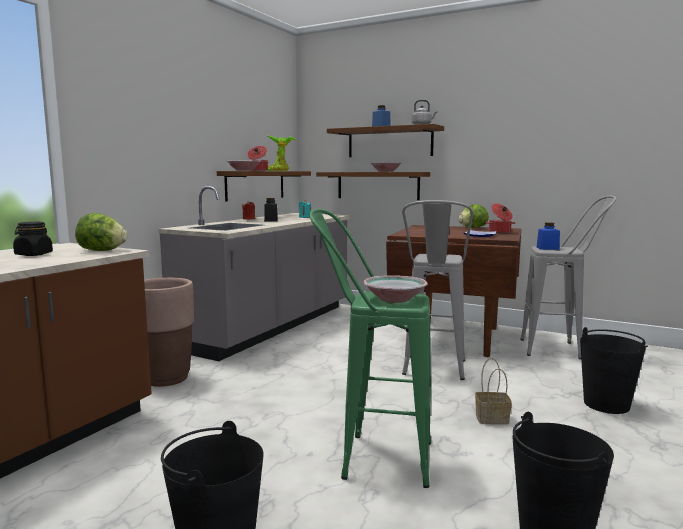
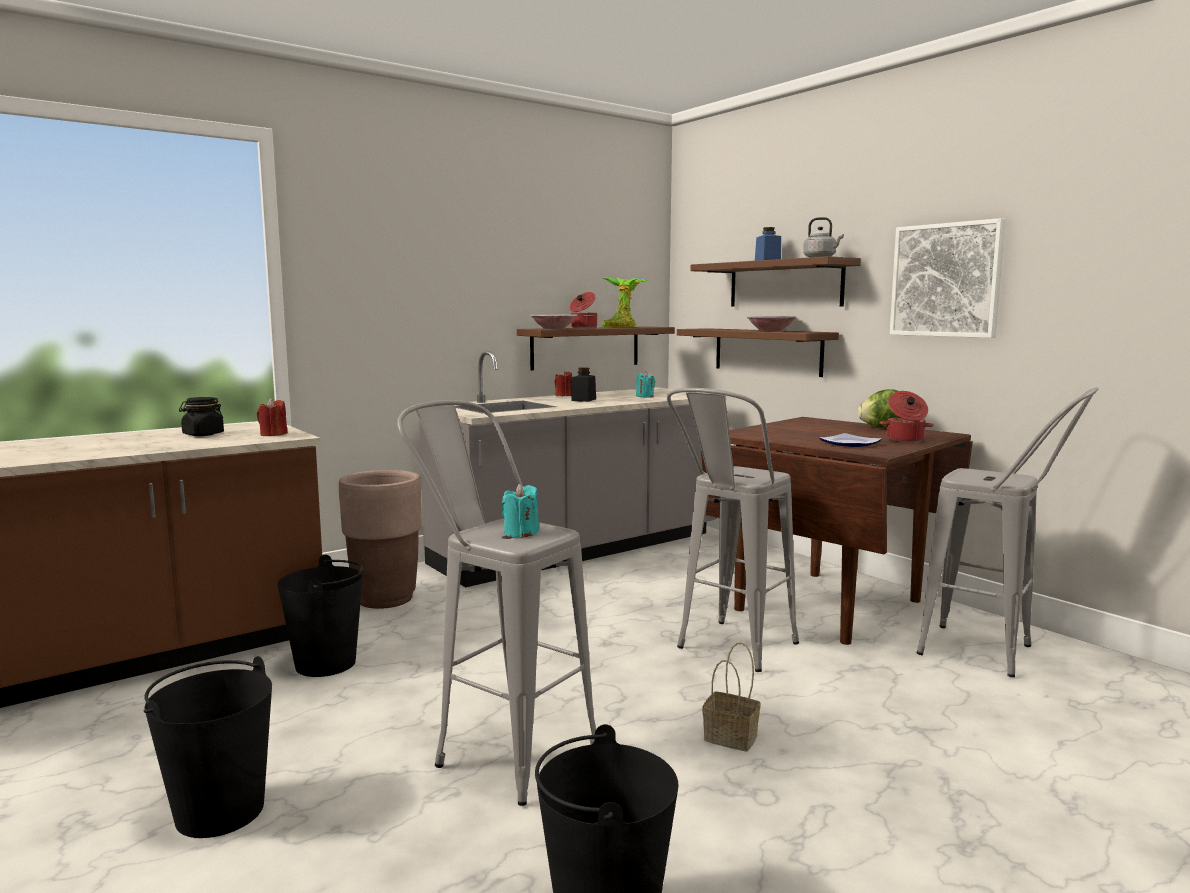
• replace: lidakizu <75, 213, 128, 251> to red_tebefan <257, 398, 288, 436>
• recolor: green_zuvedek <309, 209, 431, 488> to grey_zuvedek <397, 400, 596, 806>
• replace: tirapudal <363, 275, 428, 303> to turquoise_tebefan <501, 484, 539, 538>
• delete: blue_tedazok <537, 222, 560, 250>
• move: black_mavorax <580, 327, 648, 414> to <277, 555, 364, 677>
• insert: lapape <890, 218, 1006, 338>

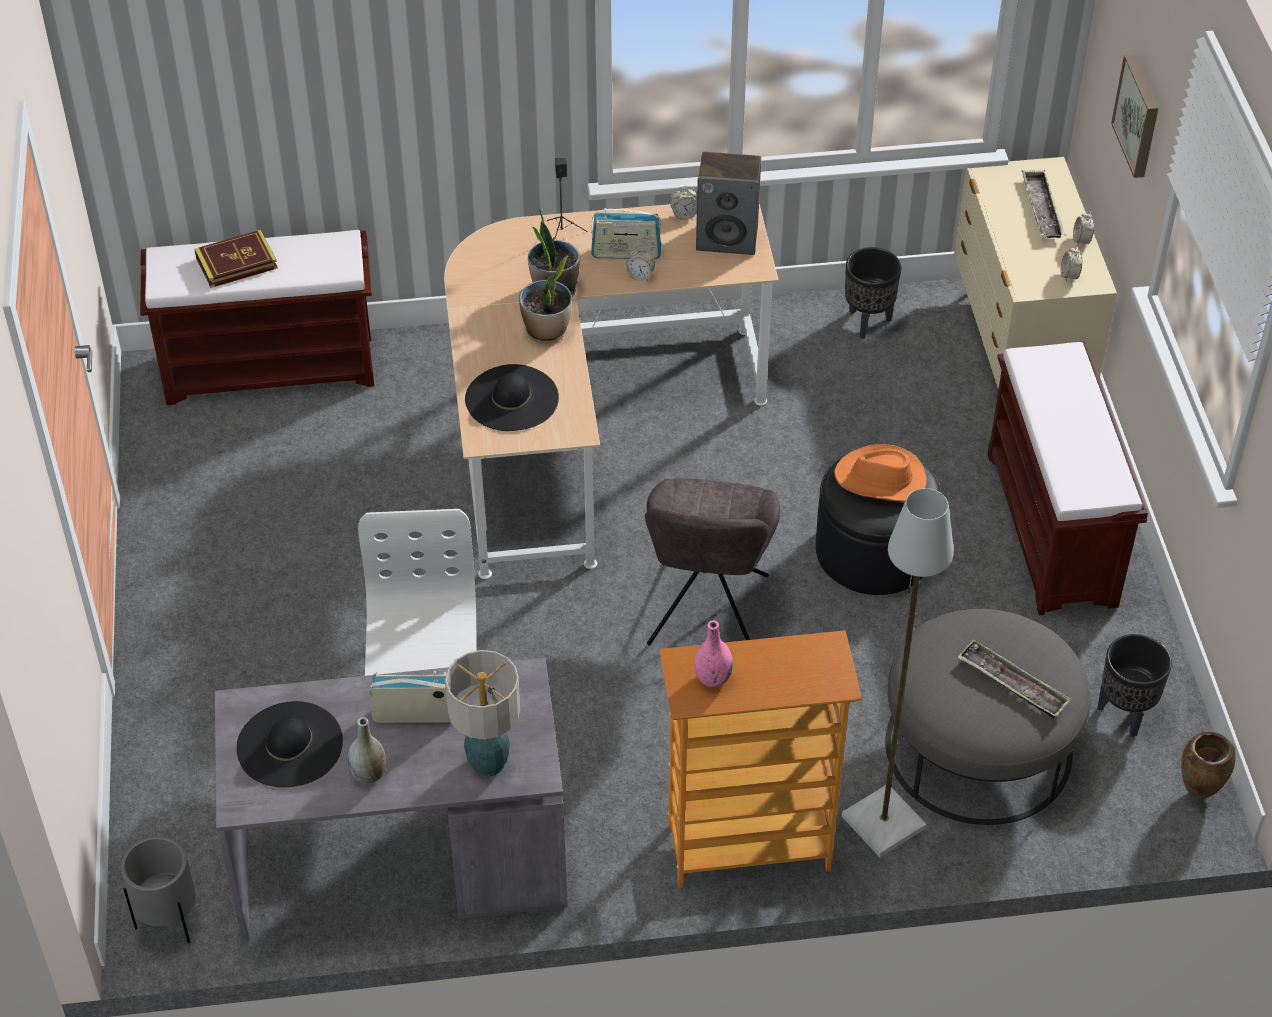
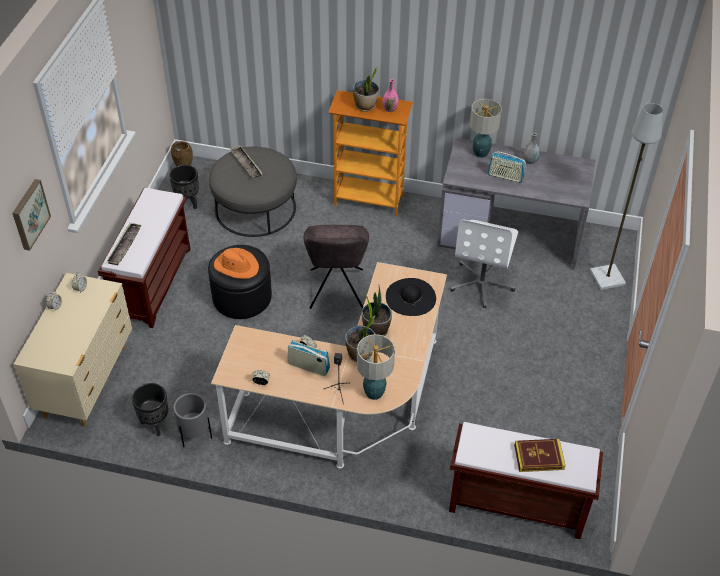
• move: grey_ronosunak <121, 836, 196, 944> to <173, 393, 212, 447>
• delete: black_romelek <237, 701, 343, 787>
• rotate: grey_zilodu <645, 478, 780, 645> = <304, 225, 369, 309> 150 degrees clockwise
• delete: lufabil <696, 152, 761, 255>
• move: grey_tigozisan <842, 488, 954, 857> to <590, 103, 663, 290>
• move: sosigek <1022, 170, 1065, 238> to <106, 223, 142, 265>
• insert: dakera <353, 67, 379, 112>
• insert: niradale <357, 334, 395, 400>

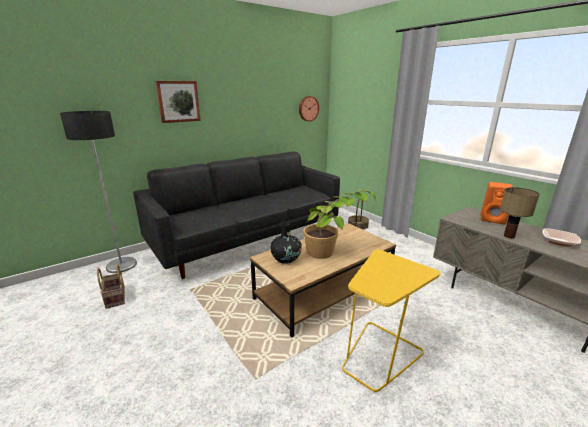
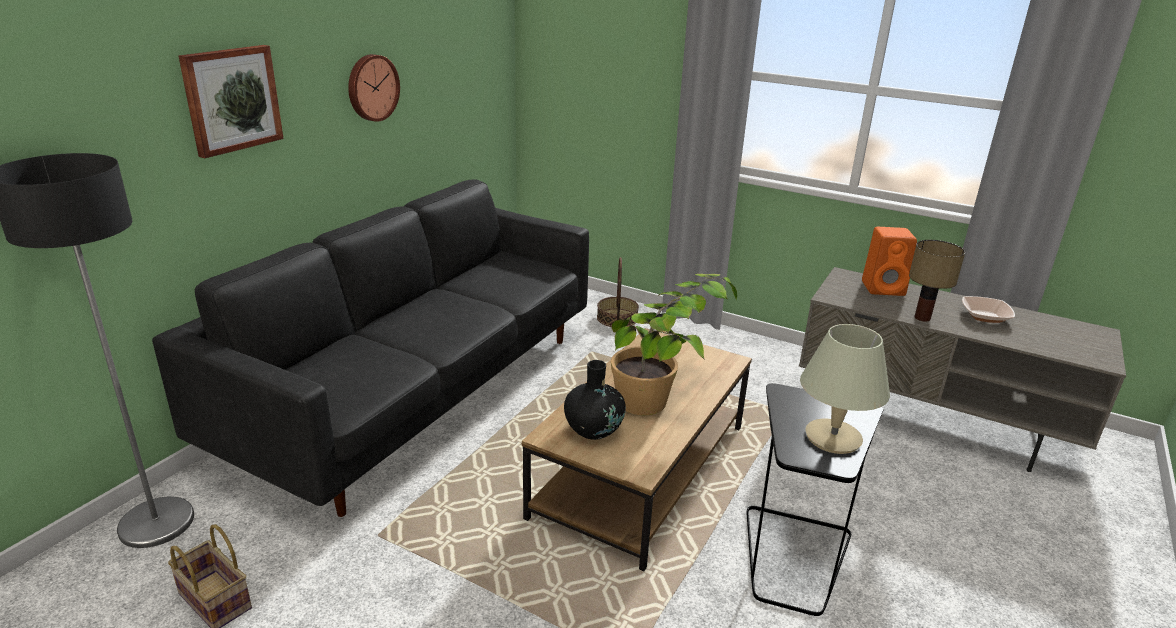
• move: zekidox <299, 96, 319, 121> to <348, 54, 400, 122>
• recolor: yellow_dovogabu <342, 249, 441, 392> to black_dovogabu <747, 383, 883, 616>
• insert: beige_niradale <800, 324, 890, 454>

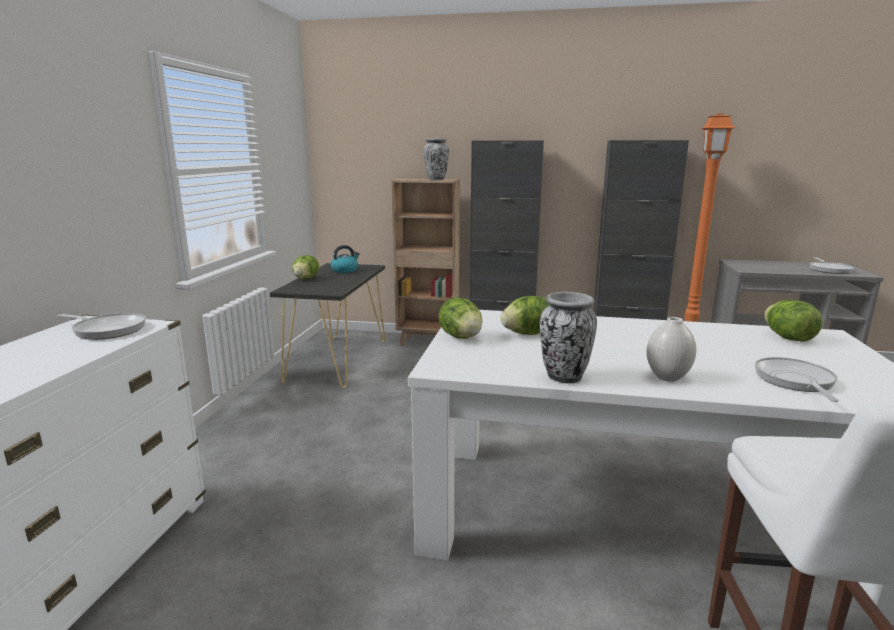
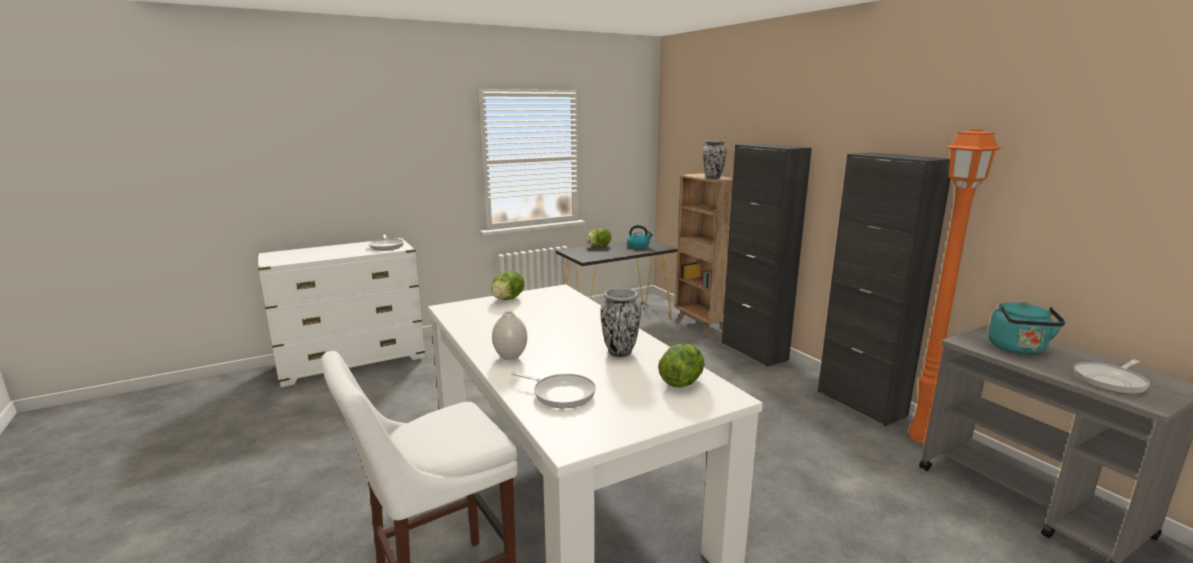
• delete: lidakizu <500, 296, 549, 335>
• move: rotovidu <540, 292, 597, 384> to <600, 288, 641, 357>
• rotate: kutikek <755, 357, 839, 402> = <511, 372, 596, 408> 60 degrees clockwise
• insert: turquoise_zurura <988, 302, 1066, 355>

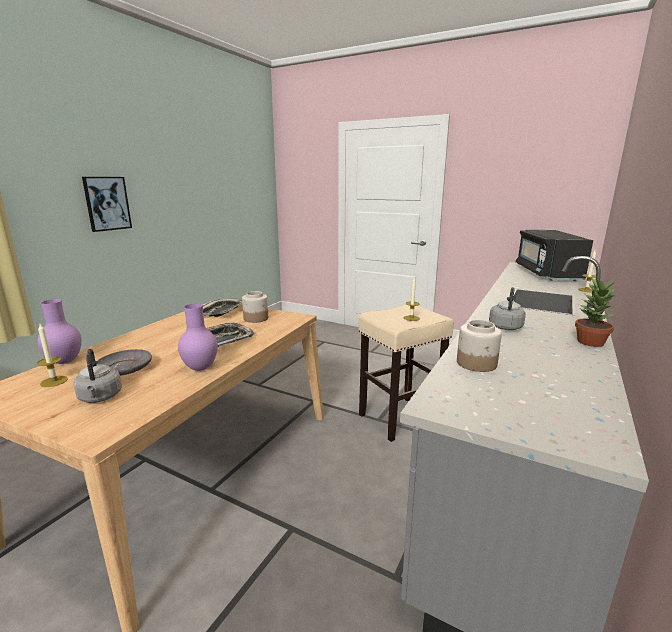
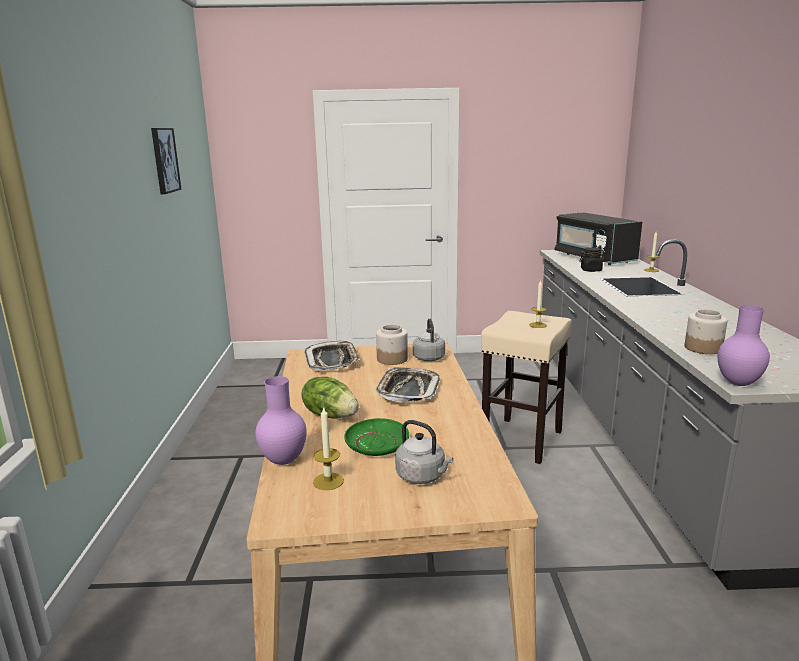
• move: lapape <82, 177, 132, 232> to <151, 128, 182, 194>
• recolor: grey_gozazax <97, 349, 152, 376> to green_gozazax <344, 418, 409, 456>
• move: purple_rotovidu <178, 303, 218, 371> to <718, 305, 770, 386>
• move: grey_zurura <489, 287, 526, 330> to <413, 319, 445, 361>
• delete: dakera <575, 278, 617, 347>
• insert: lidakizu <301, 377, 359, 419>
• insert: black_tedazok <579, 248, 606, 272>

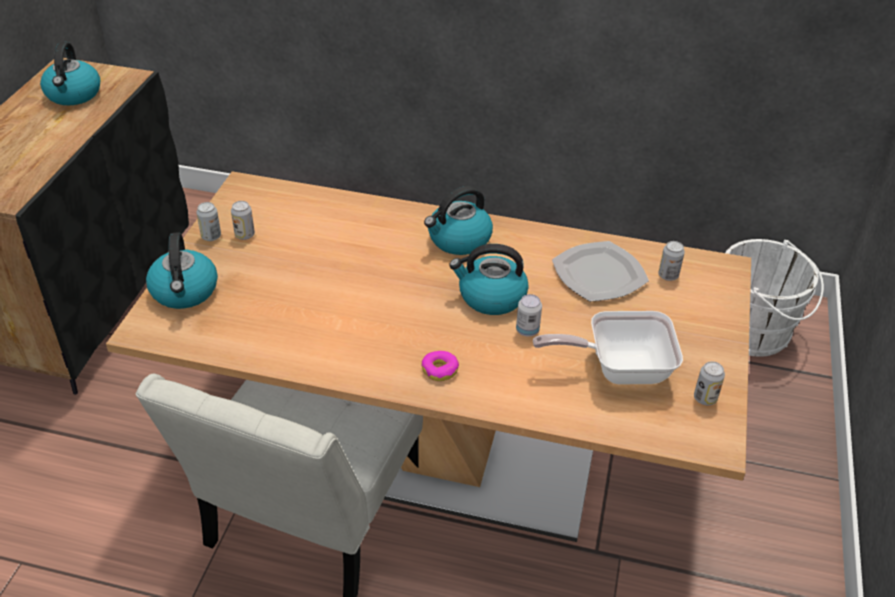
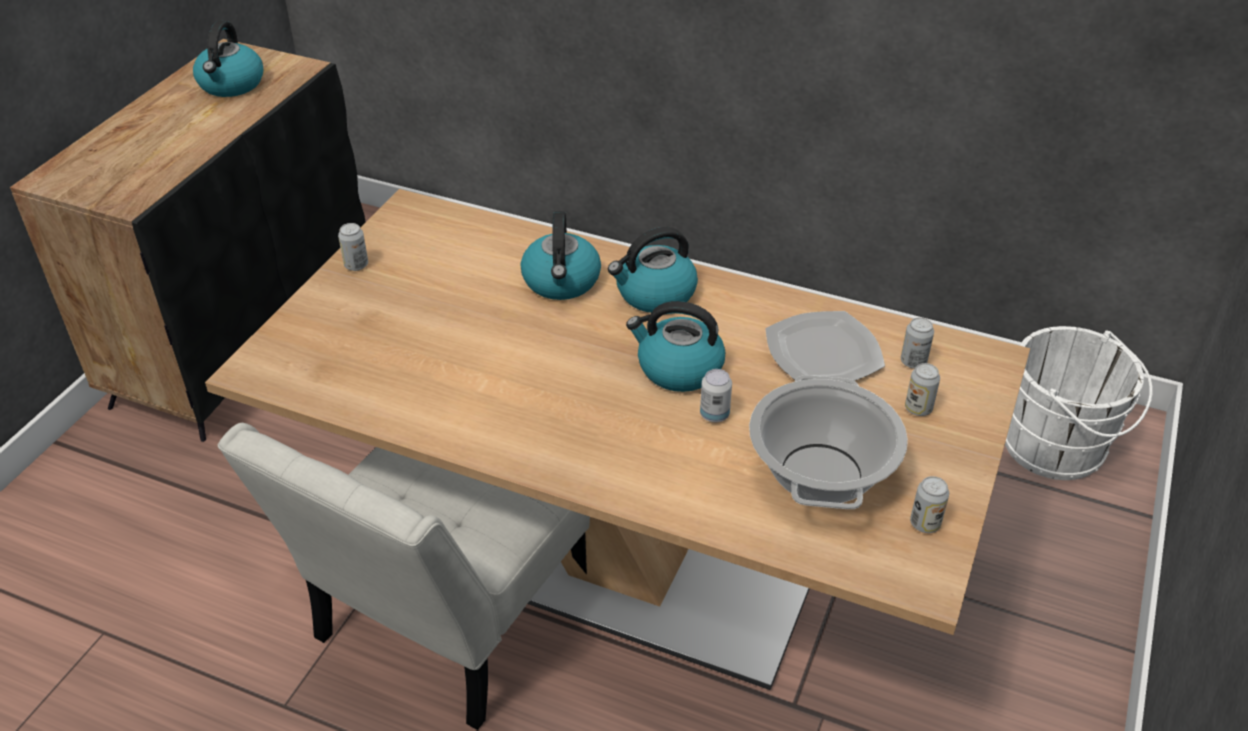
• move: zurura <146, 232, 218, 309> to <521, 211, 601, 300>
• move: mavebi <231, 201, 255, 240> to <905, 363, 940, 416>
• delete: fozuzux <421, 351, 459, 381>
• replace: kutikek <533, 311, 683, 384> to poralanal <749, 375, 908, 509>

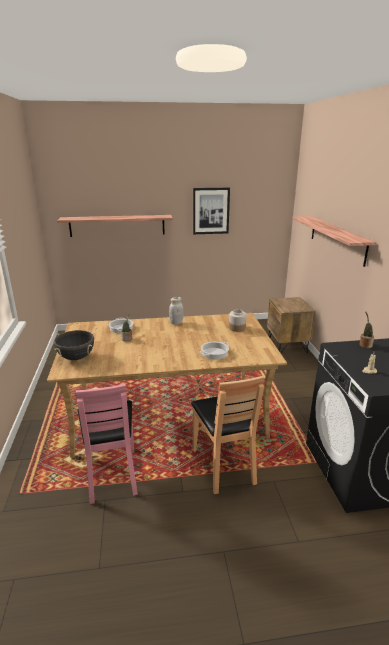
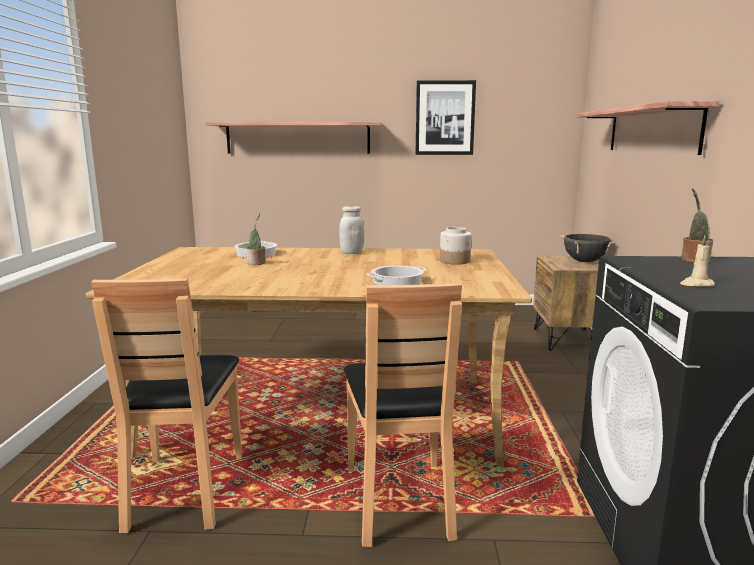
• move: black_poralanal <54, 330, 94, 360> to <561, 234, 615, 262>
• recolor: pink_zilodu <76, 384, 138, 504> to brown_zilodu <91, 278, 242, 534>

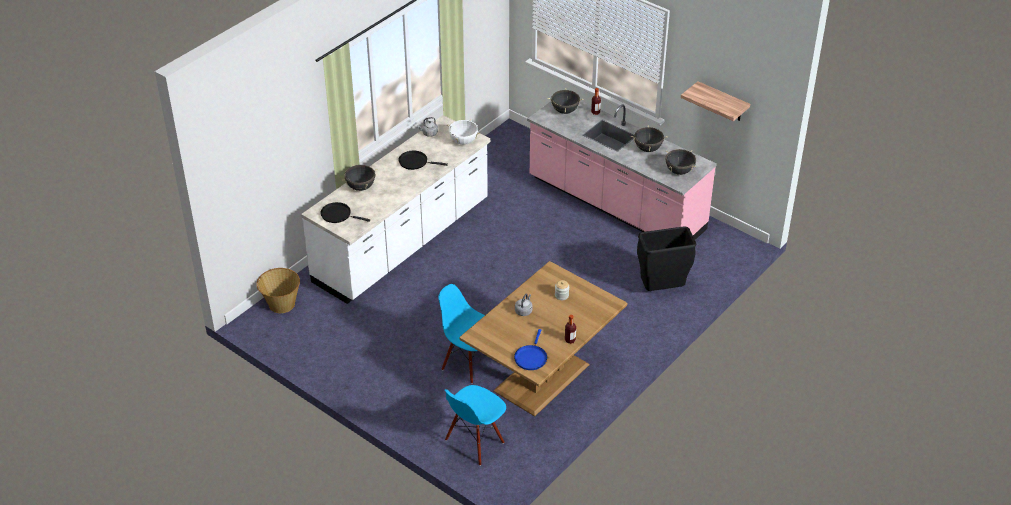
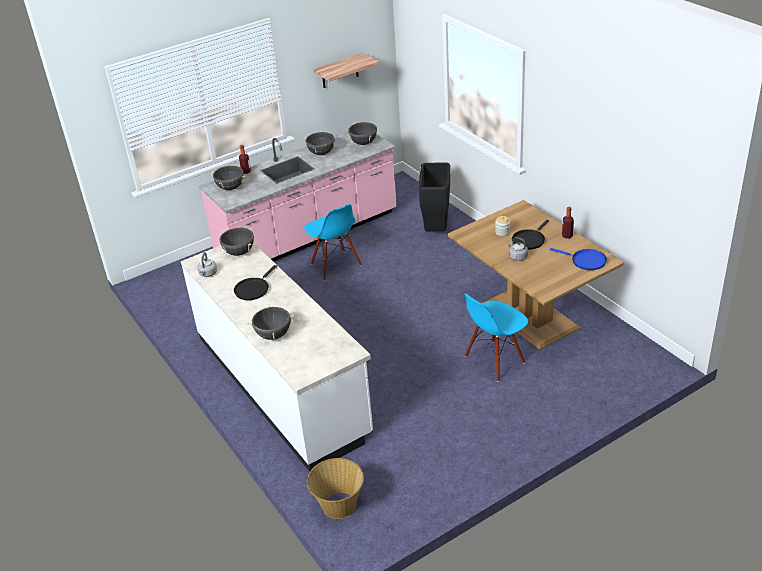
• move: black_kutikek <321, 202, 370, 223> to <512, 220, 549, 250>
• move: blue_zilodu <445, 385, 506, 466> to <304, 204, 362, 280>
• recolor: white_poralanal <447, 119, 480, 145> to black_poralanal <220, 228, 254, 256>

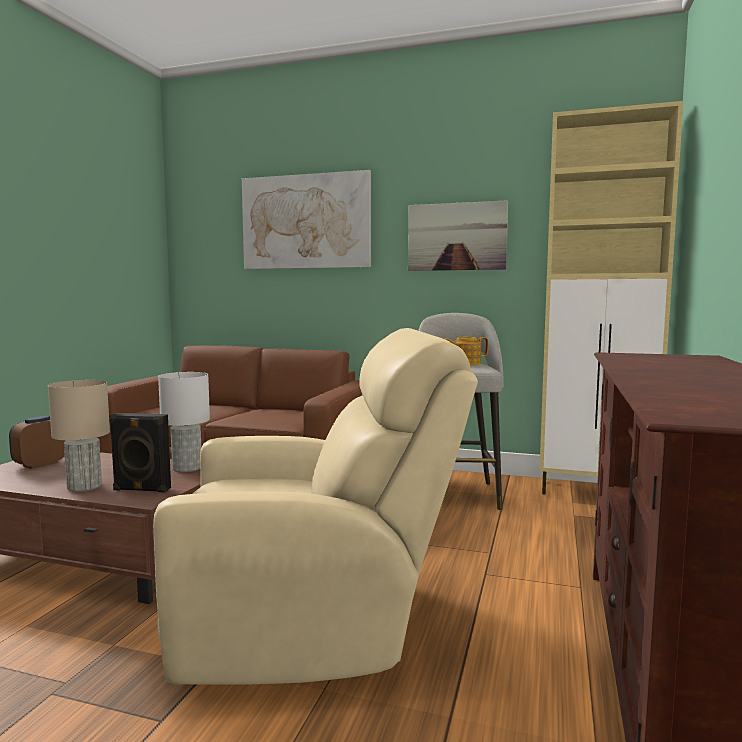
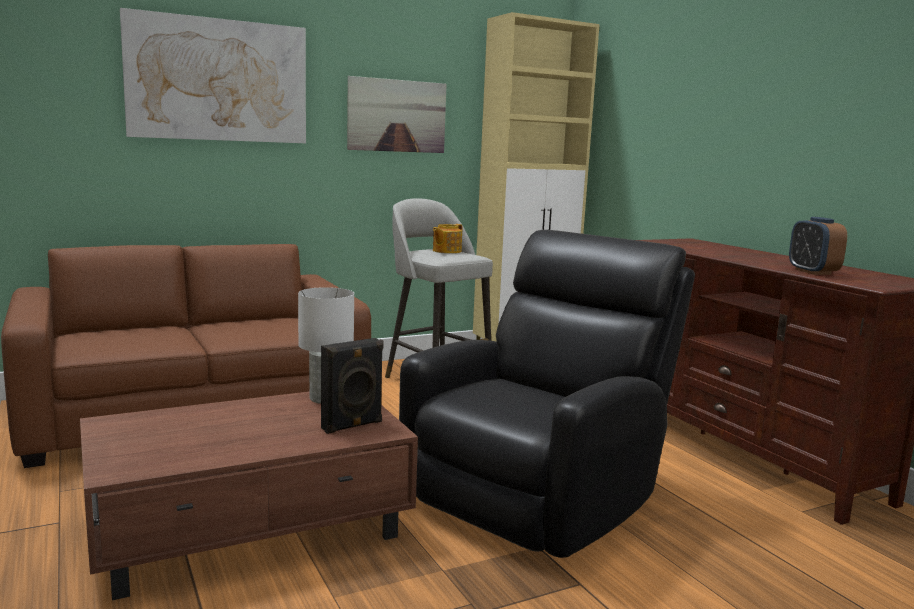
• move: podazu <9, 416, 66, 469> to <789, 217, 847, 275>
• delete: beige_niradale <48, 380, 110, 492>
• recolor: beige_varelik <153, 328, 478, 685> to black_varelik <399, 230, 695, 558>

